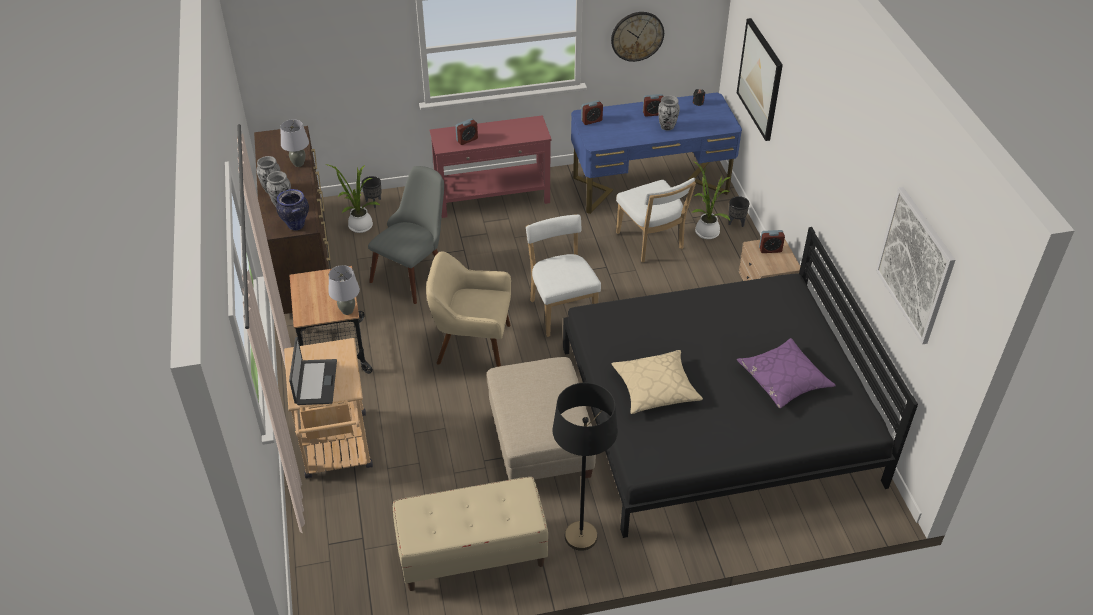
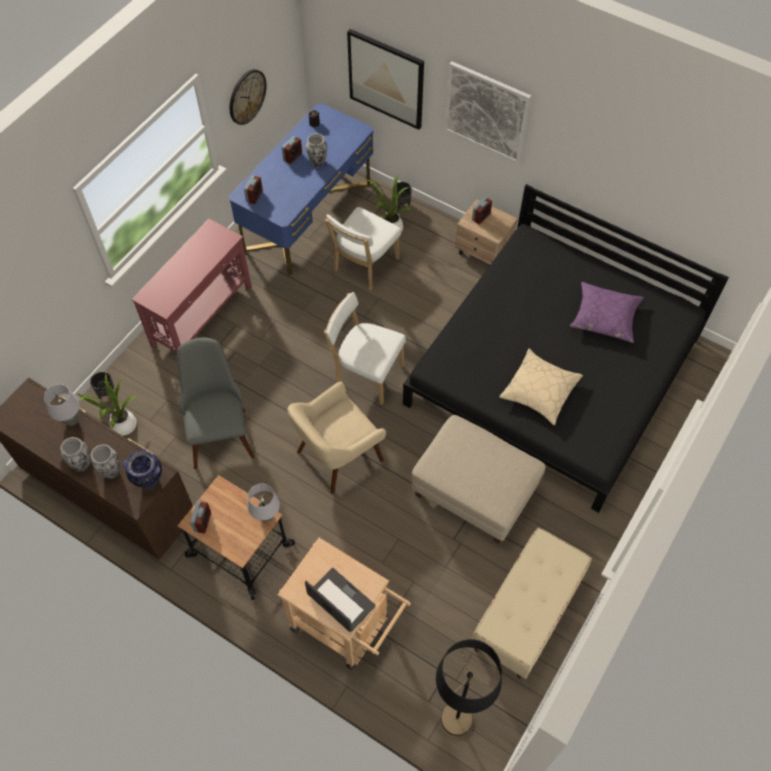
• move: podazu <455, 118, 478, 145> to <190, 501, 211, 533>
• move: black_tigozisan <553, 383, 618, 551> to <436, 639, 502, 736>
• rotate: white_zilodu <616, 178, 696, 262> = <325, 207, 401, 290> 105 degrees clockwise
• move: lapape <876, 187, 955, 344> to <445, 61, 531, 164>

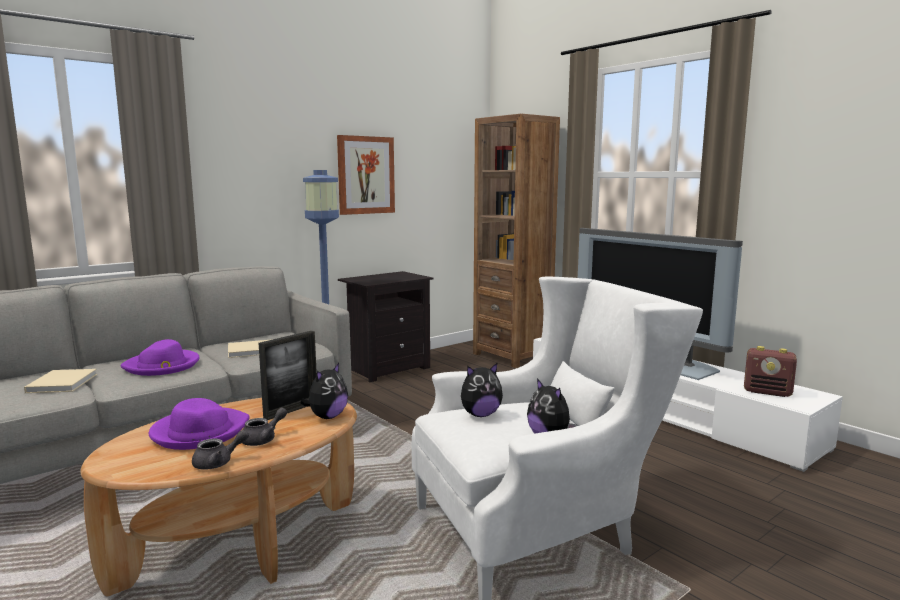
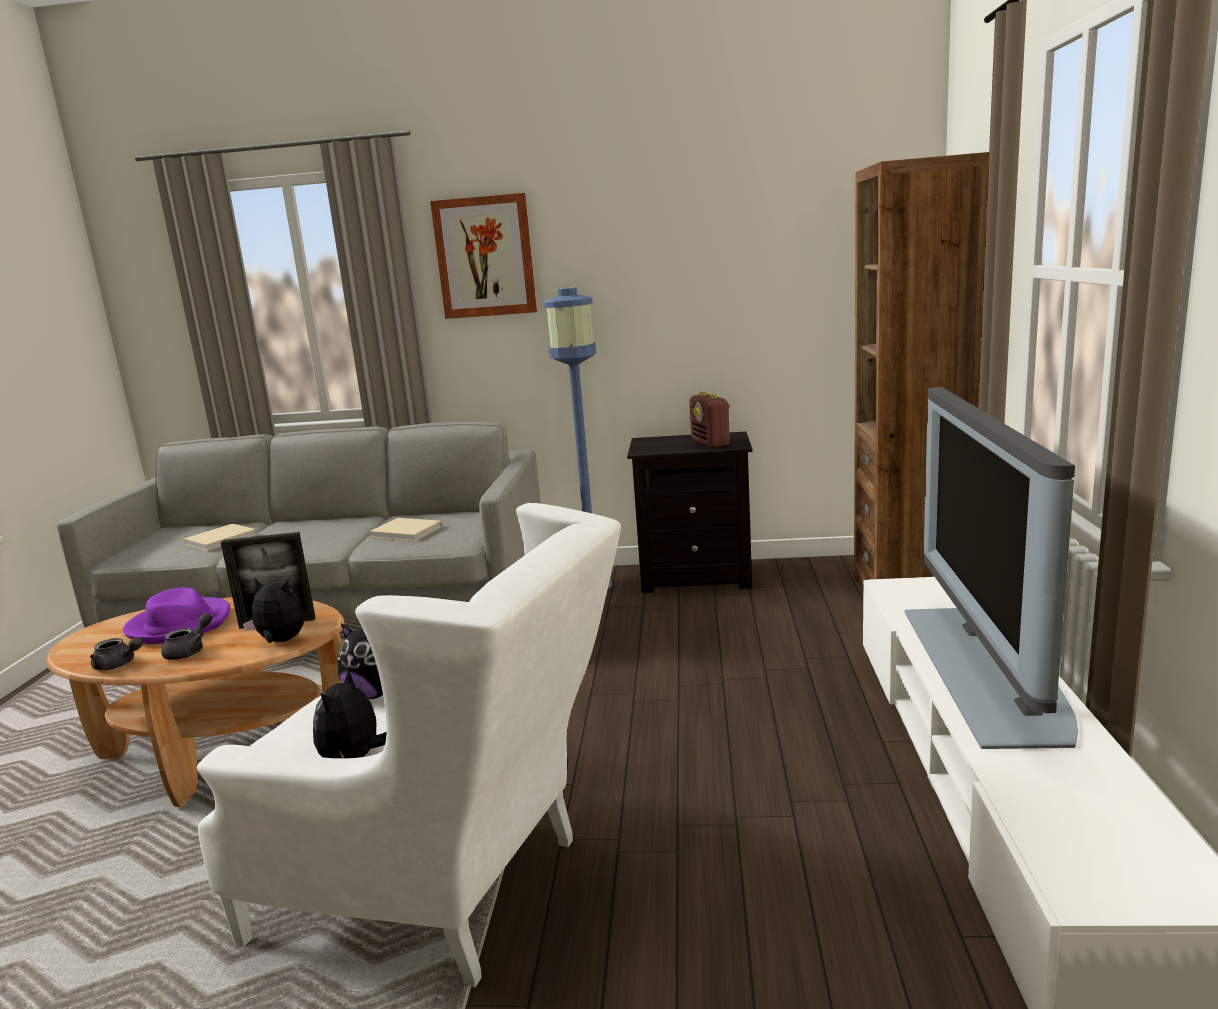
• delete: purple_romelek <120, 339, 200, 376>
• rotate: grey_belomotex <242, 407, 287, 446> = <161, 613, 212, 660> 60 degrees counterclockwise
• rotate: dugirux <300, 363, 348, 419> = <243, 578, 304, 643> 150 degrees counterclockwise
• move: lapape <337, 135, 395, 215> to <430, 193, 537, 319>
• move: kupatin <744, 346, 797, 397> to <689, 391, 731, 448>

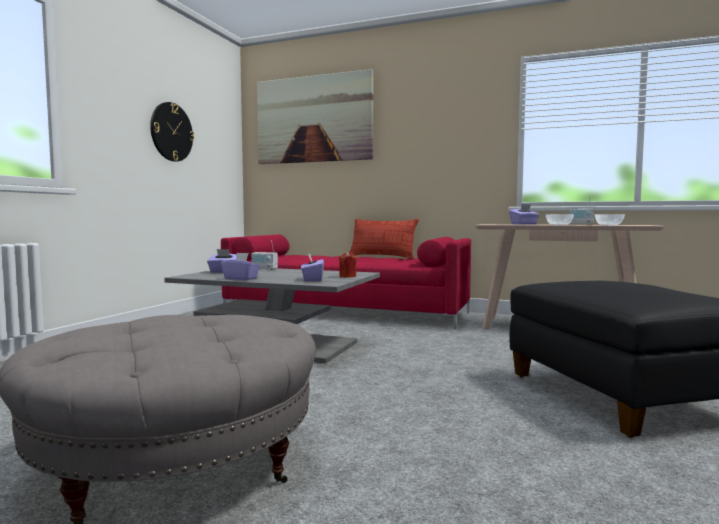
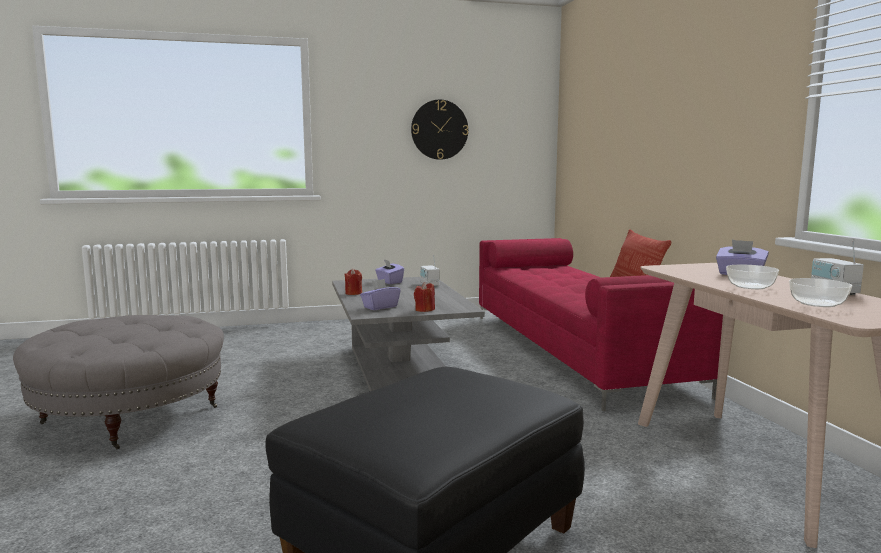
• replace: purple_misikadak <221, 253, 260, 280> to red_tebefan <345, 269, 362, 295>
• delete: lapape <257, 69, 373, 164>

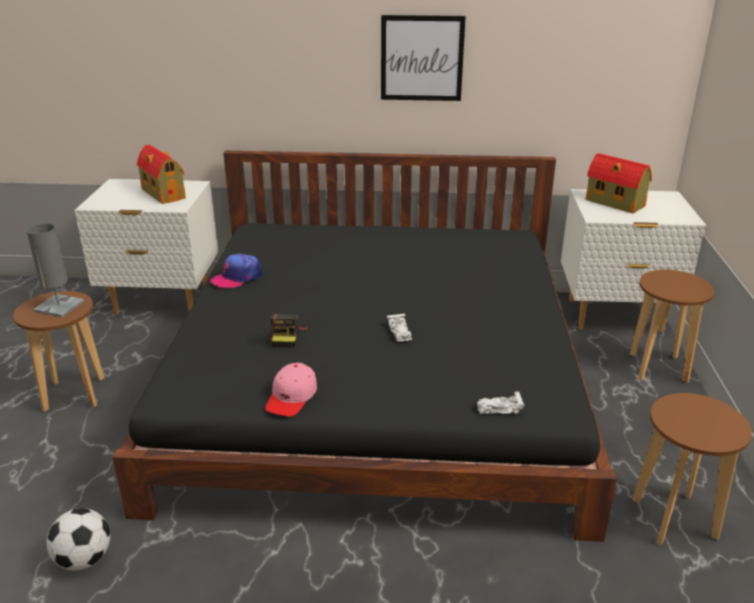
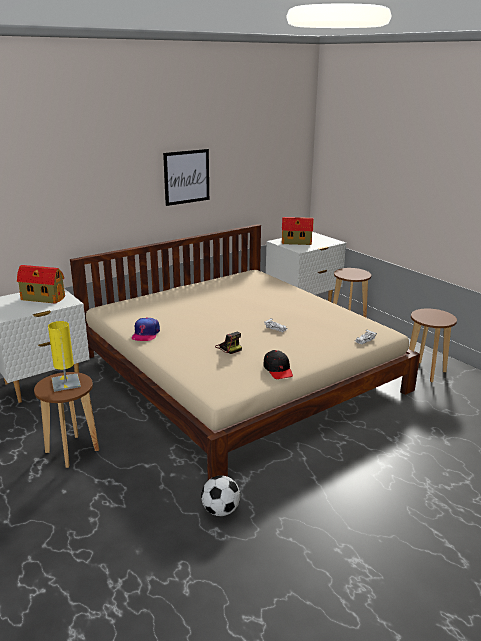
• recolor: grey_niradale <26, 223, 84, 317> to yellow_niradale <48, 321, 81, 392>
• recolor: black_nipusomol <112, 151, 617, 542> to beige_nipusomol <70, 224, 420, 480>
• recolor: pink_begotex <265, 363, 317, 417> to black_begotex <263, 350, 293, 379>

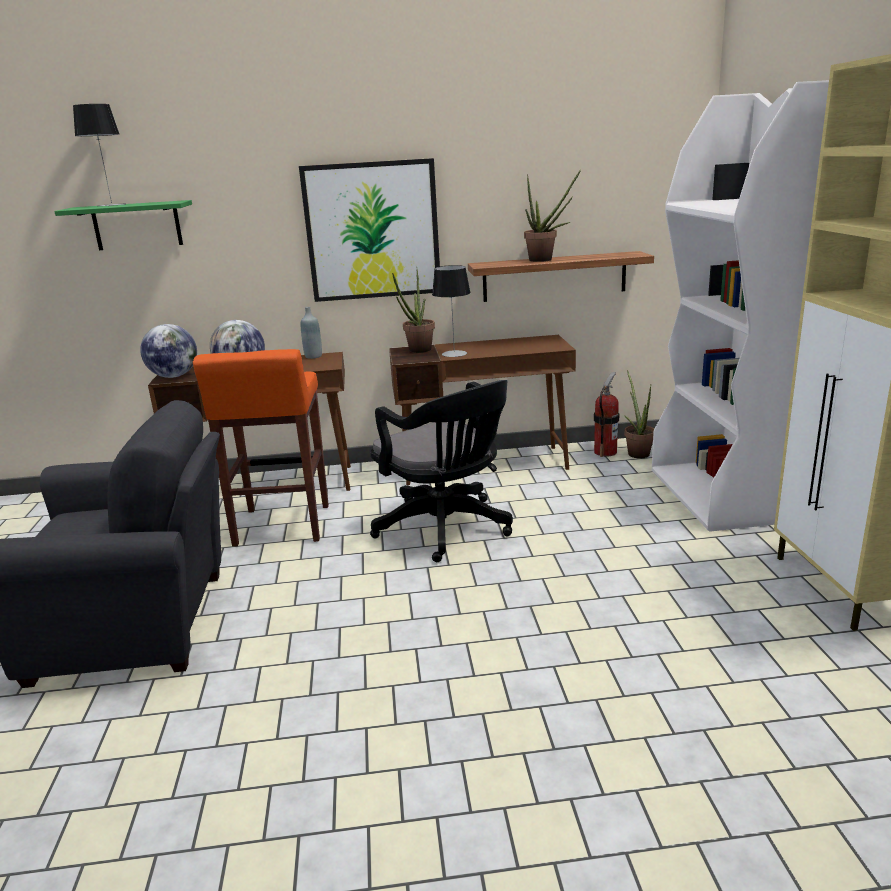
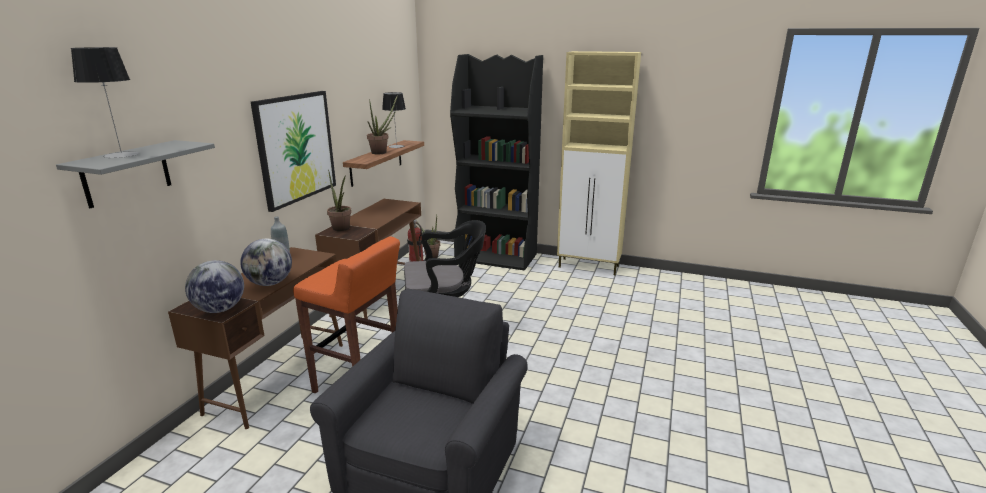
• recolor: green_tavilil <54, 200, 192, 250> to grey_tavilil <56, 140, 215, 208>
• move: niradale <432, 265, 471, 357> to <382, 92, 406, 148>
• recolor: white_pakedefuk <652, 80, 829, 532> to black_pakedefuk <450, 54, 543, 271>

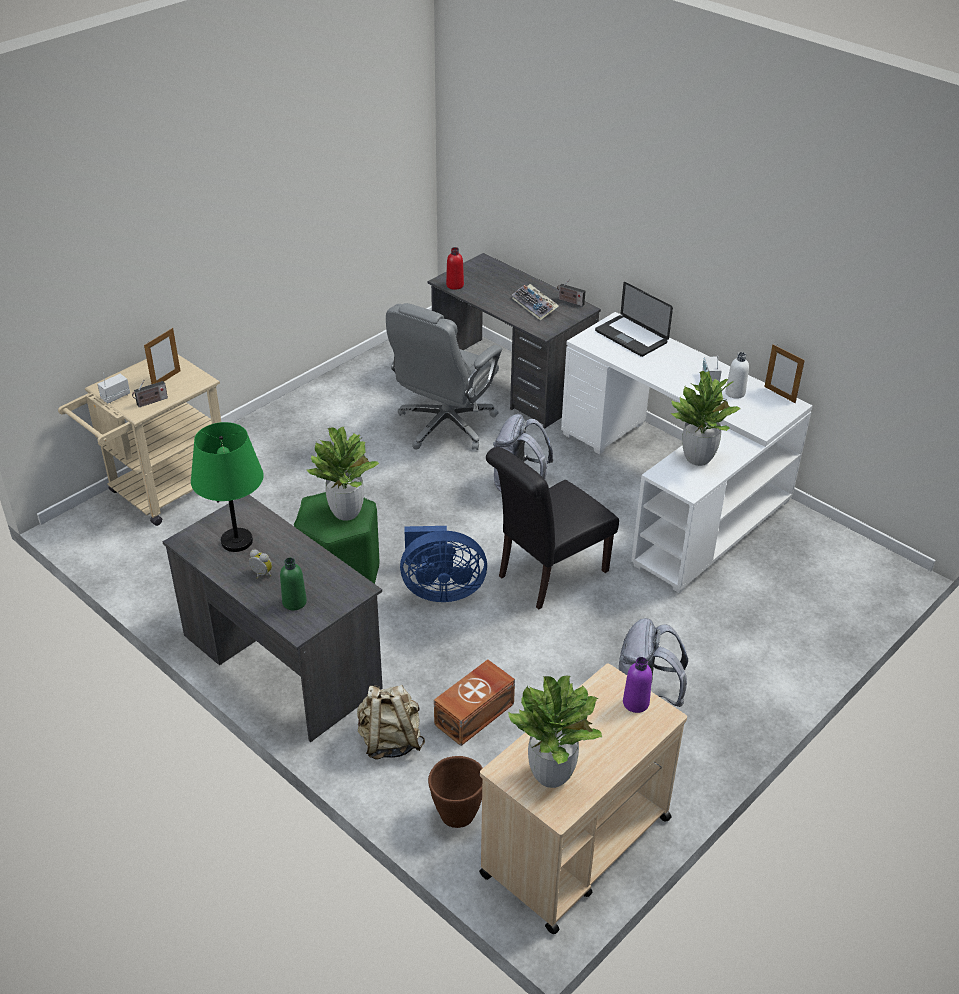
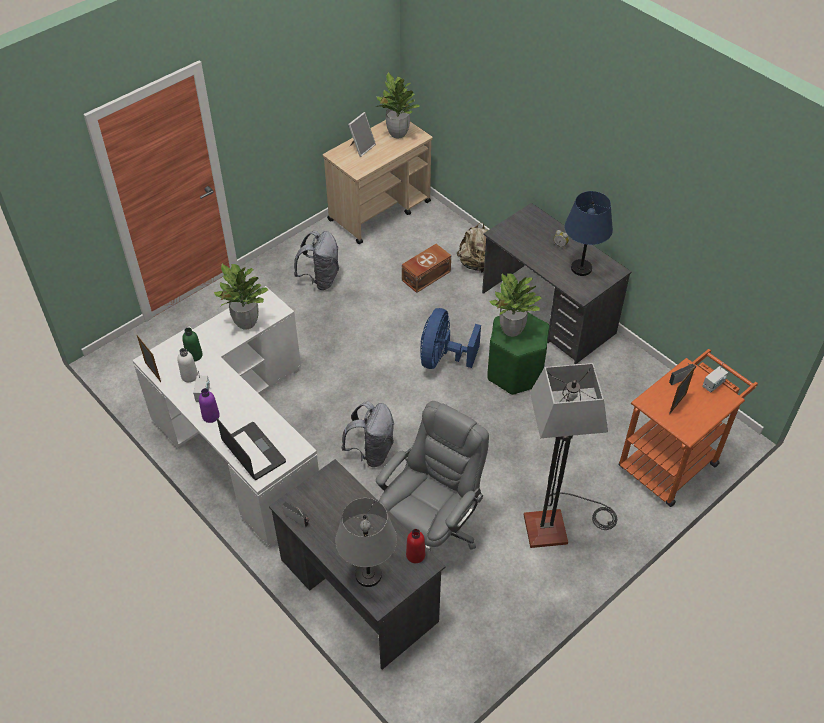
• recolor: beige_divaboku <58, 355, 221, 526> to orange_divaboku <618, 349, 758, 507>
• recolor: green_niradale <191, 422, 264, 552> to blue_niradale <565, 191, 613, 276>
• move: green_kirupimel <280, 558, 307, 610> to <182, 327, 203, 362>
• rotate: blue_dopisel <400, 526, 487, 602> = <420, 308, 481, 369> 75 degrees counterclockwise
• delete: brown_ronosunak <428, 756, 483, 828>
• delete: black_zilodu <486, 447, 619, 609>
• delete: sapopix <512, 284, 559, 321>
• move: purple_kirupimel <623, 657, 652, 713> to <199, 388, 220, 423>
• insert: grey_niradale <335, 498, 397, 587>
• insert: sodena <348, 112, 376, 157>
• insert: tigozisan <524, 363, 617, 548>

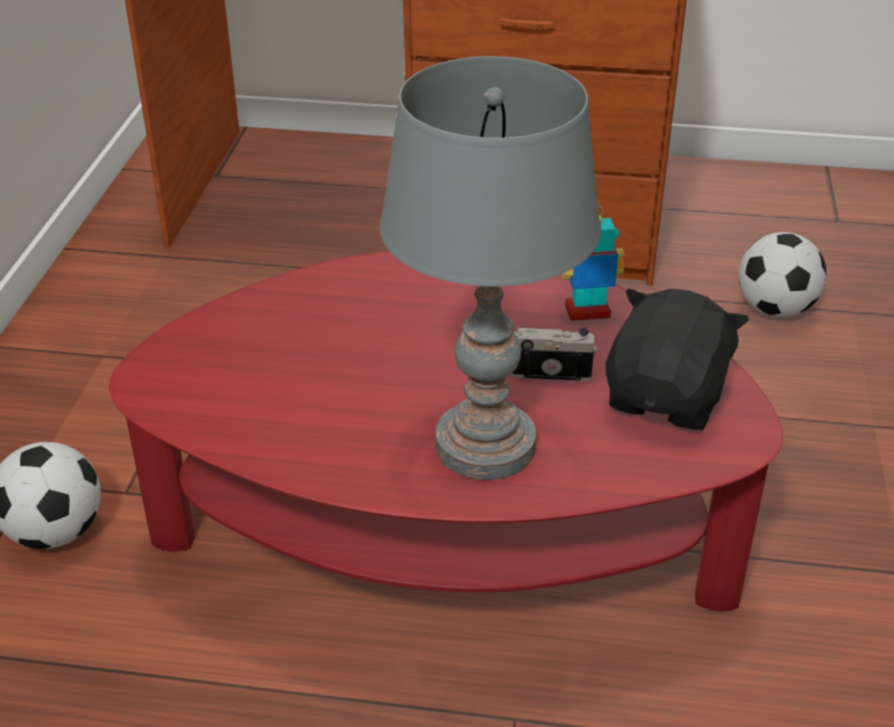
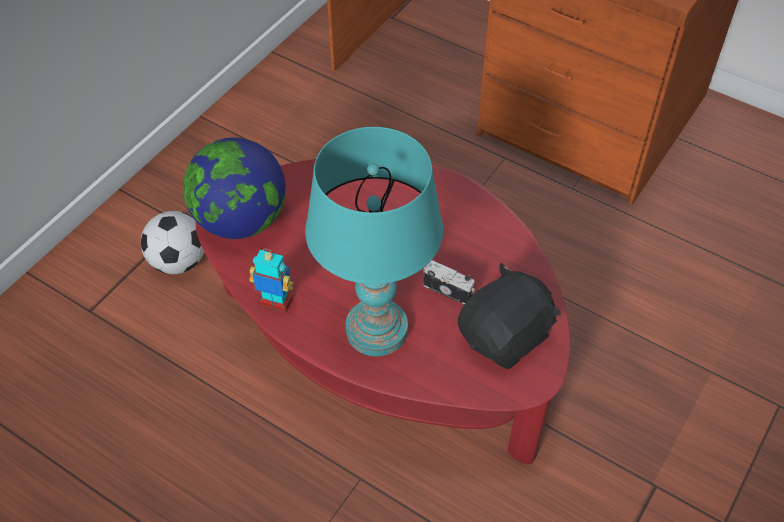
• recolor: grey_niradale <380, 56, 601, 480> to turquoise_niradale <305, 127, 443, 357>
• move: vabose <562, 206, 624, 321> to <250, 249, 294, 312>
• delete: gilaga <739, 232, 827, 317>
• insert: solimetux <183, 137, 286, 239>

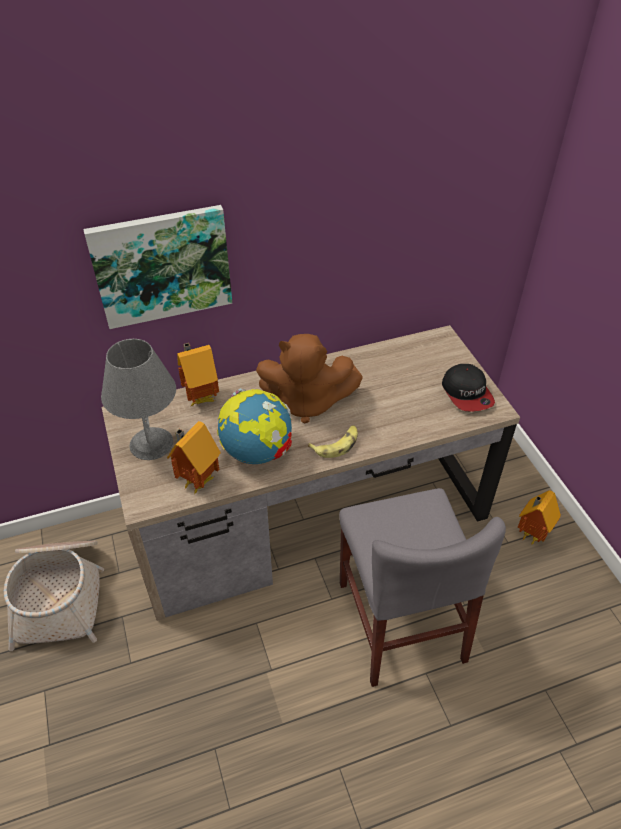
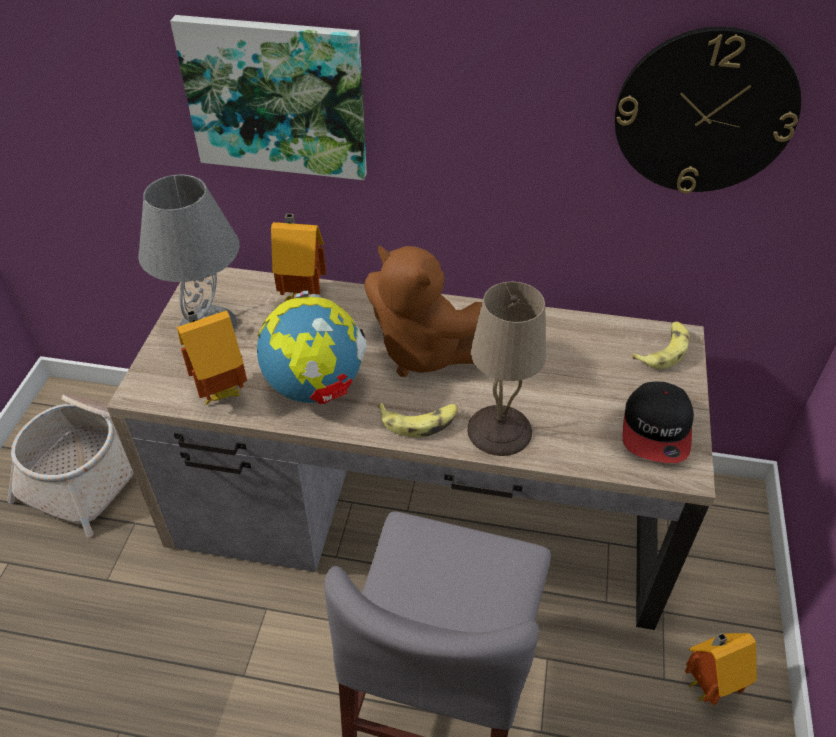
• insert: beige_niradale <467, 282, 546, 456>
• insert: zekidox <615, 27, 801, 193>
• insert: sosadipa <632, 321, 689, 369>

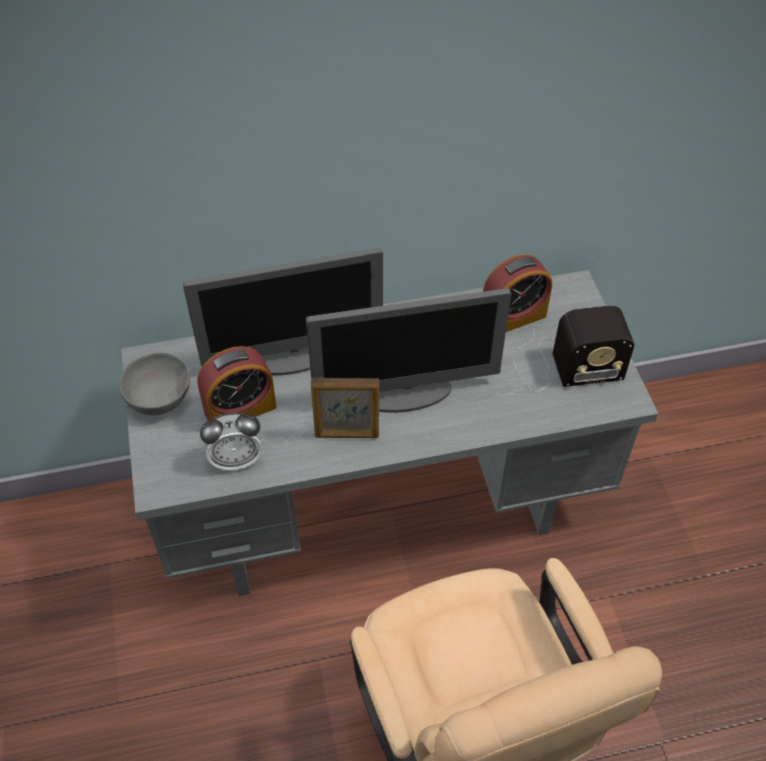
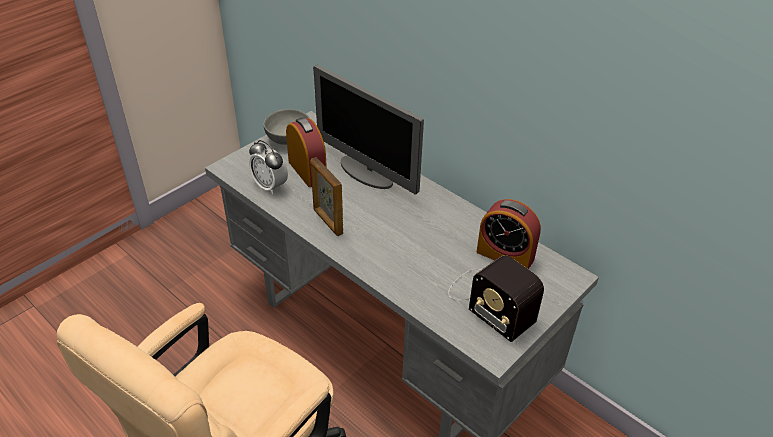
• rotate: podazu <197, 346, 277, 421> = <286, 118, 327, 187> 150 degrees counterclockwise
• delete: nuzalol <306, 288, 512, 413>

